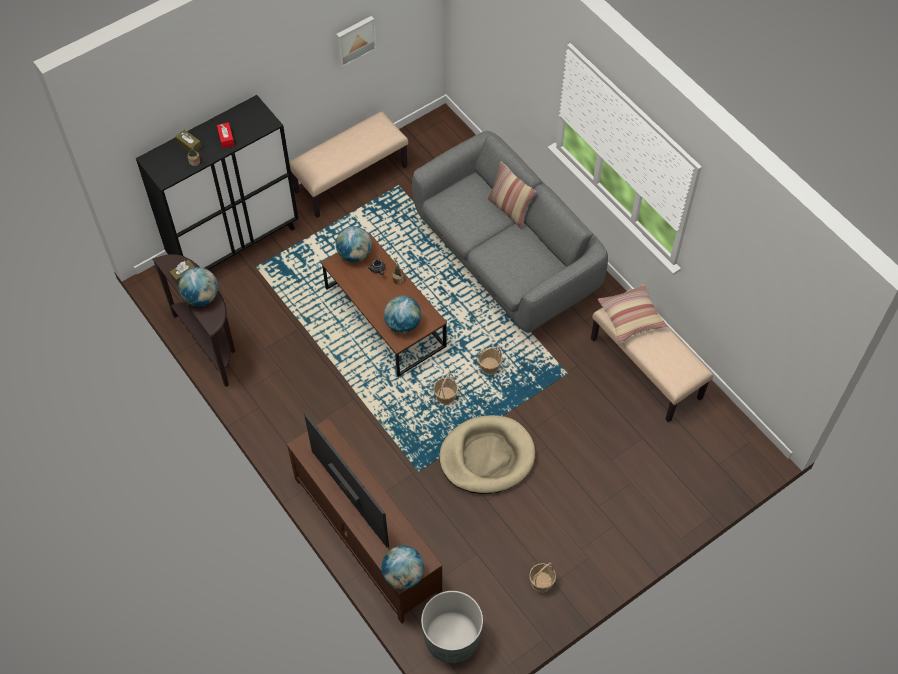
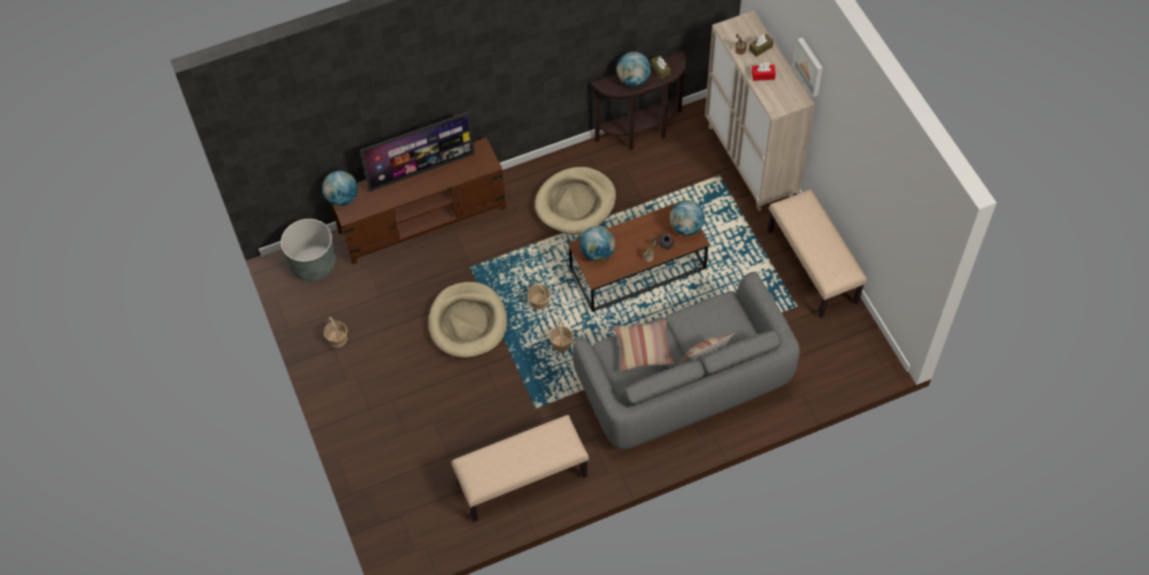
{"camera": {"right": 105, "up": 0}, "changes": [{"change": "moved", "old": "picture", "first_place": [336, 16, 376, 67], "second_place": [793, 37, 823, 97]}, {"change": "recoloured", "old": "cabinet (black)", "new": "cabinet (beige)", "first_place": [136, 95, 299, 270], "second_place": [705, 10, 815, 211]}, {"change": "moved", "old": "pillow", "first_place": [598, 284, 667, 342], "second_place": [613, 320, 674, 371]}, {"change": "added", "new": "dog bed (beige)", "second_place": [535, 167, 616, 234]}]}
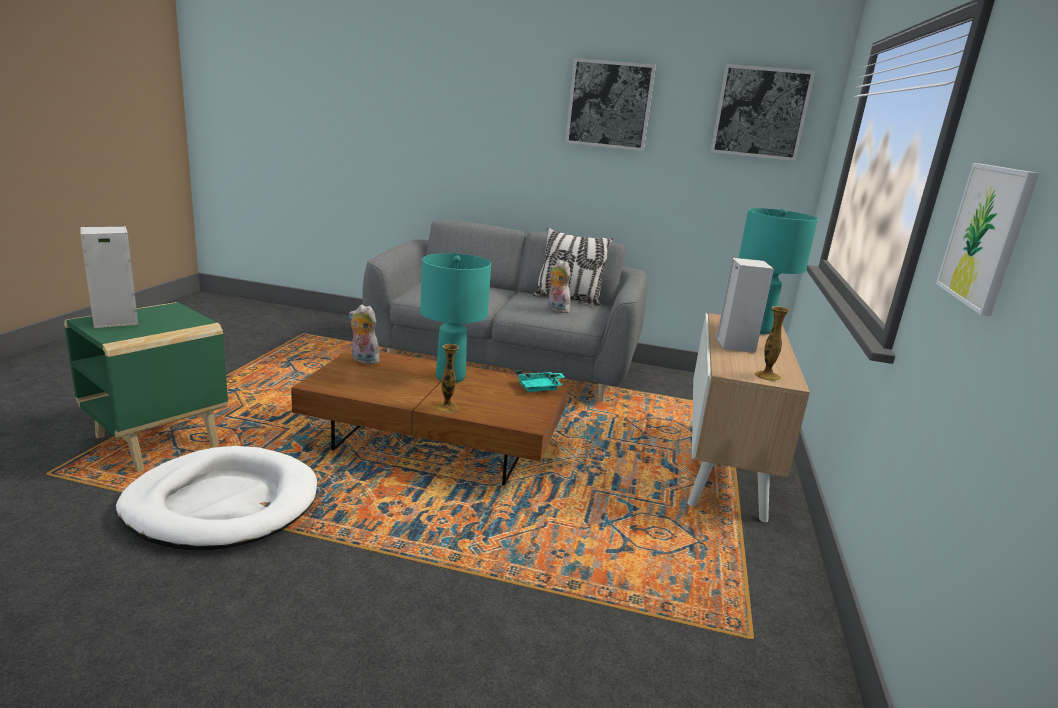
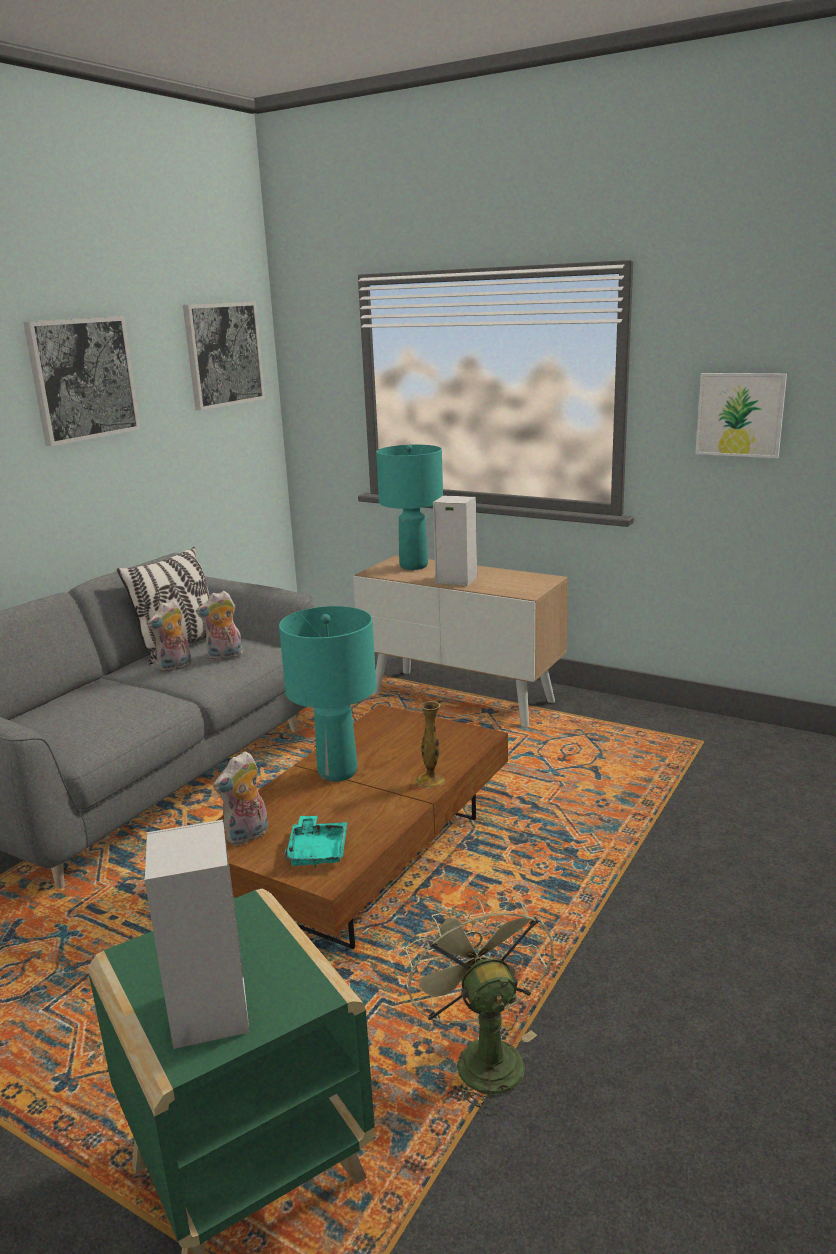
{"camera": {"right": -70, "up": 0}, "changes": [{"change": "removed", "old": "vase", "first_place": [755, 306, 789, 381]}, {"change": "moved", "old": "tray (turquoise)", "first_place": [516, 370, 564, 392], "second_place": [284, 815, 348, 867]}, {"change": "replaced", "old": "dog bed (white)", "new": "fan (green)", "first_place": [116, 446, 317, 550], "second_place": [405, 896, 554, 1116]}, {"change": "added", "new": "plush toy", "second_place": [147, 600, 191, 672]}]}
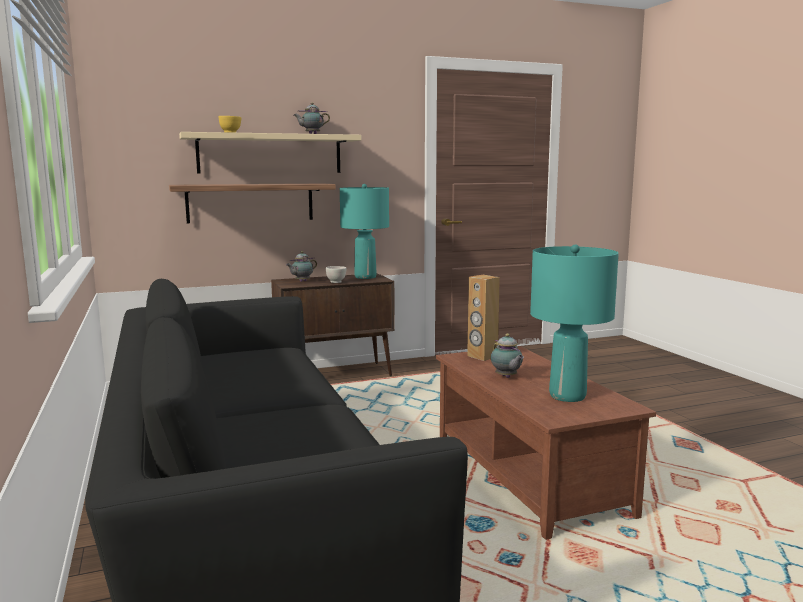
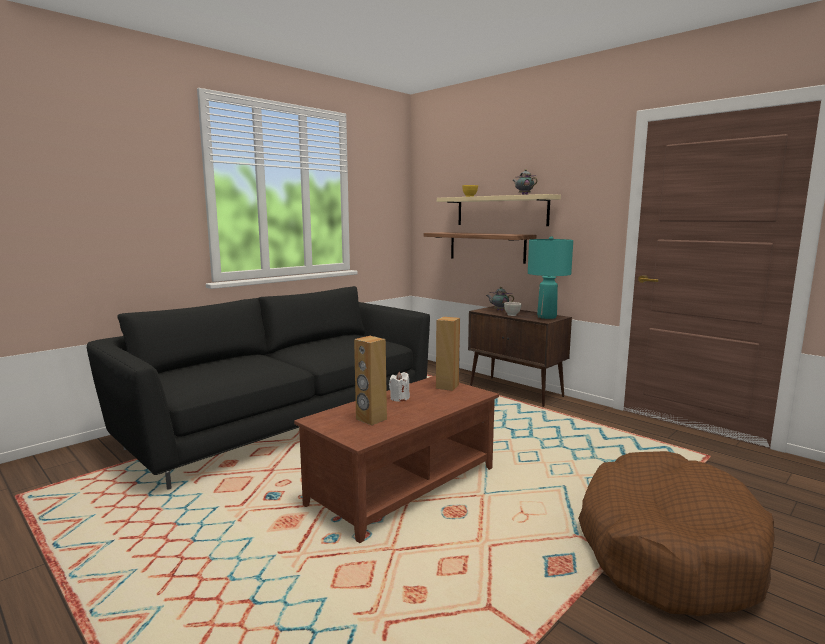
{"camera": {"right": 65, "up": 0}, "changes": [{"change": "replaced", "old": "table lamp (turquoise)", "new": "speaker (brown)", "first_place": [530, 245, 619, 402], "second_place": [354, 336, 387, 425]}, {"change": "replaced", "old": "teapot", "new": "candle (white)", "first_place": [491, 333, 524, 378], "second_place": [389, 372, 410, 402]}, {"change": "added", "new": "dog bed (brown)", "second_place": [578, 451, 775, 616]}]}
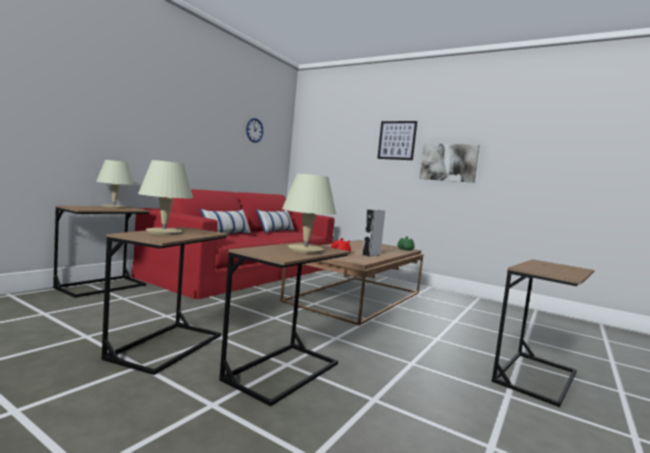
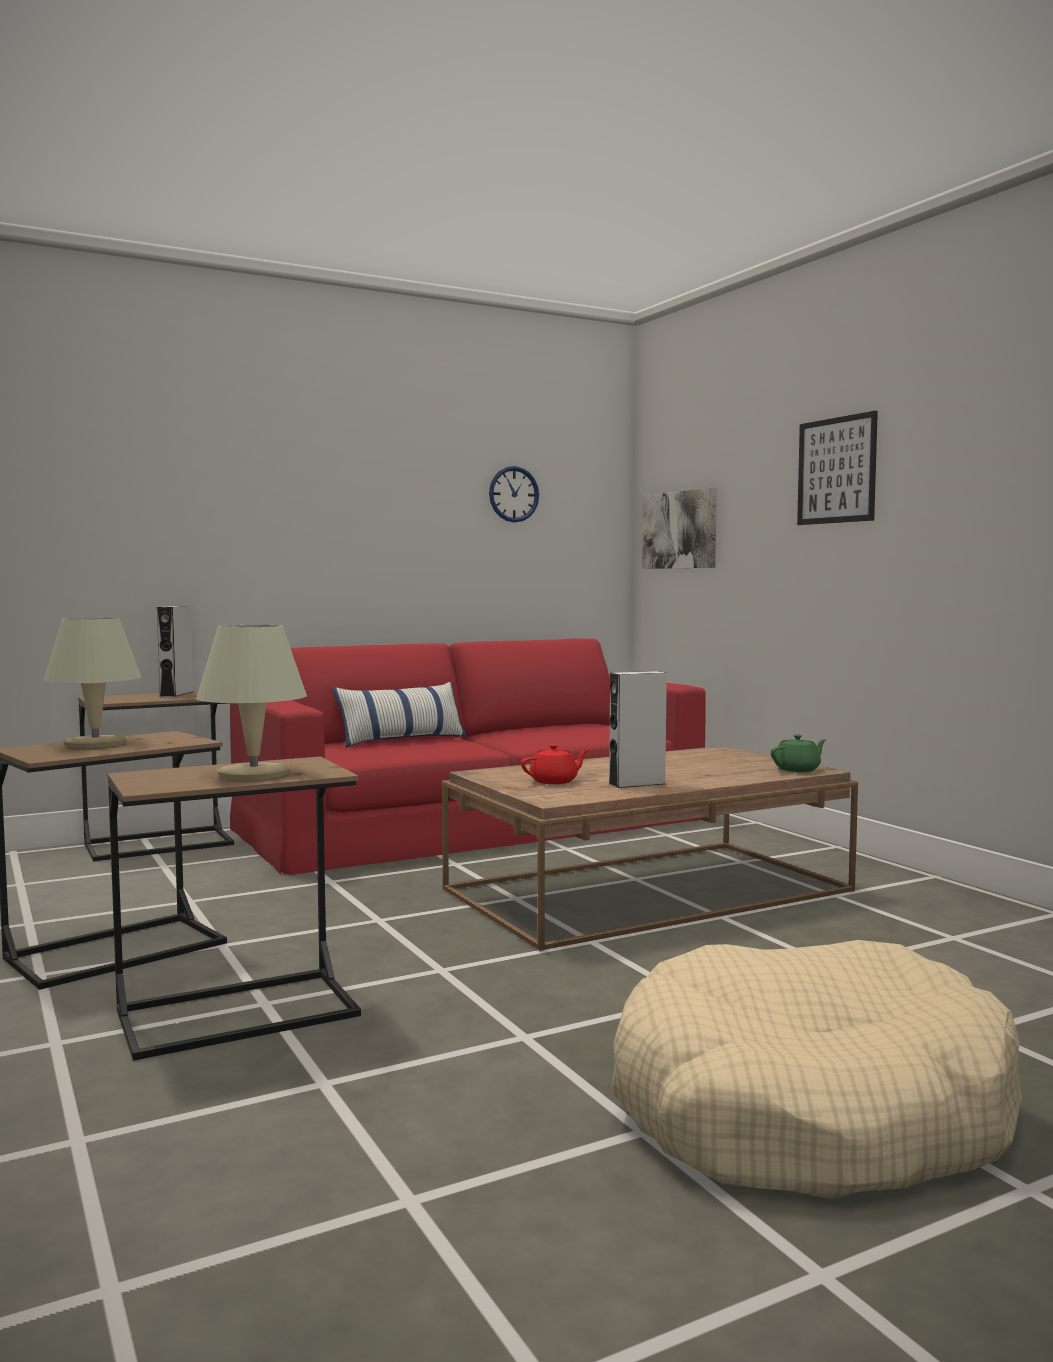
{"camera": {"right": 30, "up": 0}, "changes": [{"change": "moved", "old": "picture", "first_place": [419, 144, 480, 183], "second_place": [642, 488, 717, 569]}, {"change": "replaced", "old": "table lamp (beige)", "new": "speaker (grey)", "first_place": [96, 160, 134, 209], "second_place": [157, 606, 193, 697]}, {"change": "removed", "old": "pillow", "first_place": [256, 209, 295, 234]}, {"change": "replaced", "old": "side table (brown)", "new": "dog bed (beige)", "first_place": [492, 259, 594, 407], "second_place": [611, 940, 1022, 1199]}]}
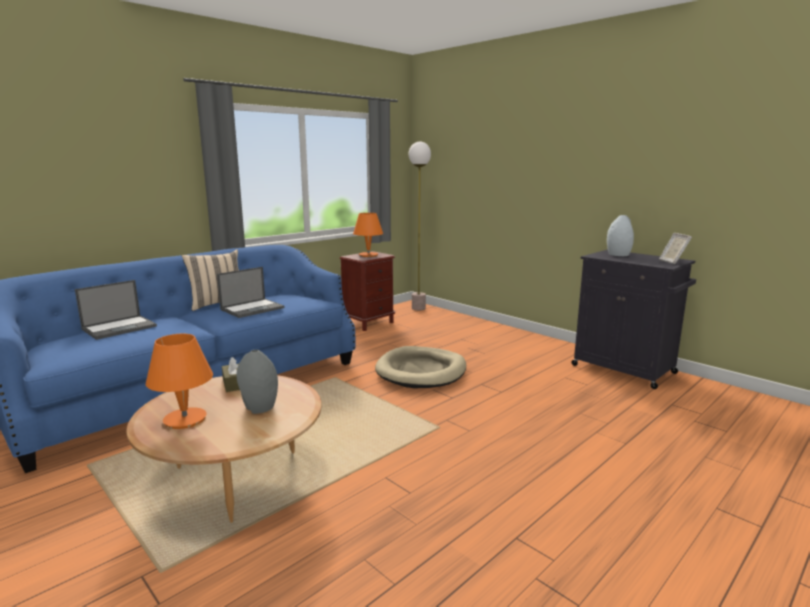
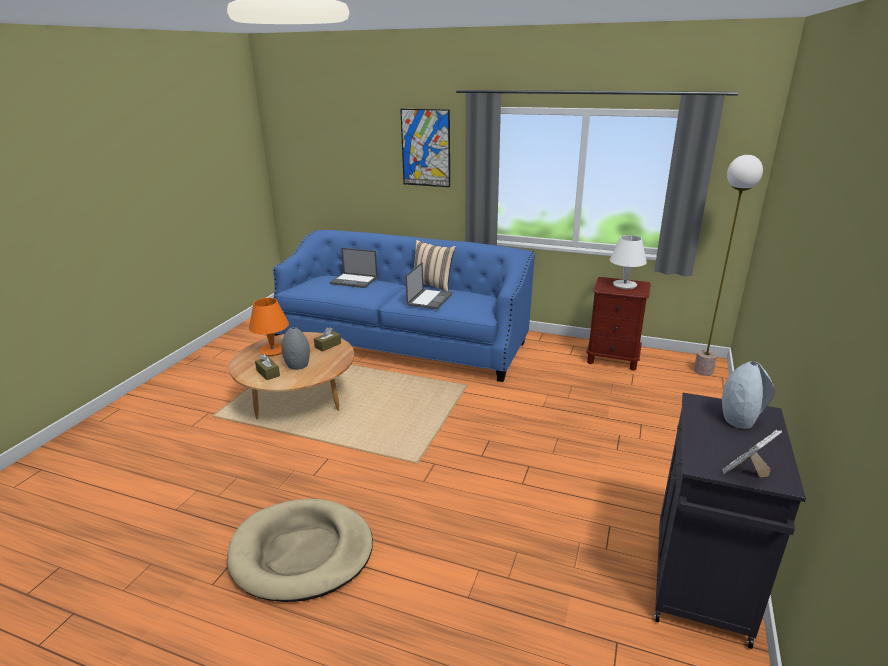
{"camera": {"right": 65, "up": 10}, "changes": [{"change": "recoloured", "old": "table lamp (orange)", "new": "table lamp (white)", "first_place": [353, 213, 383, 257], "second_place": [610, 235, 647, 289]}, {"change": "turned", "old": "laptop", "first_place": [217, 267, 285, 318], "second_place": [405, 262, 452, 310], "degrees": -90}, {"change": "moved", "old": "dog bed (beige)", "first_place": [375, 346, 466, 388], "second_place": [227, 499, 373, 602]}, {"change": "added", "new": "picture", "second_place": [400, 109, 450, 187]}, {"change": "added", "new": "tissue box (brown)", "second_place": [255, 354, 280, 380]}]}
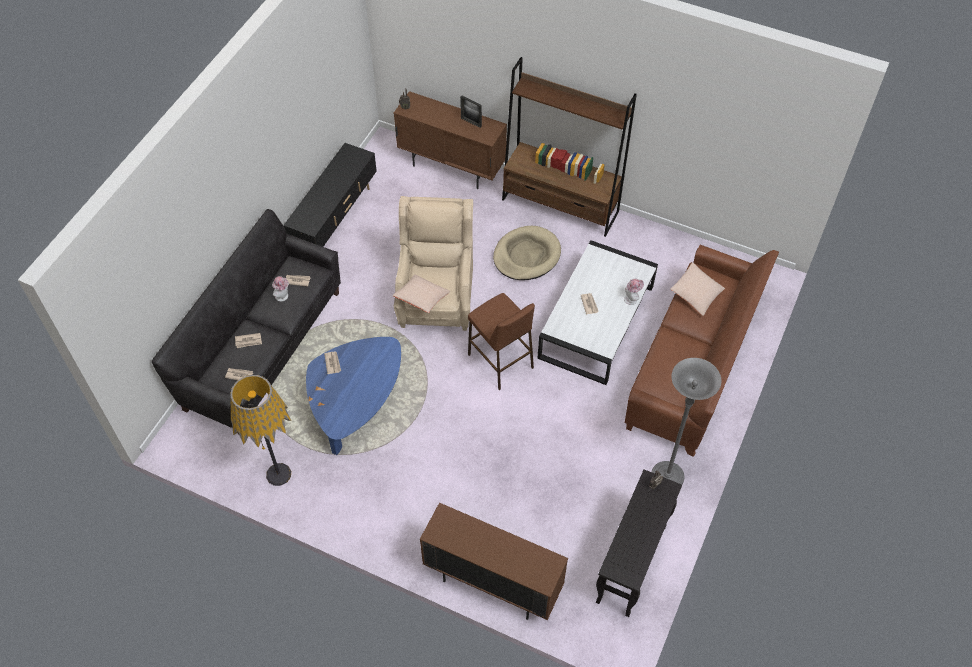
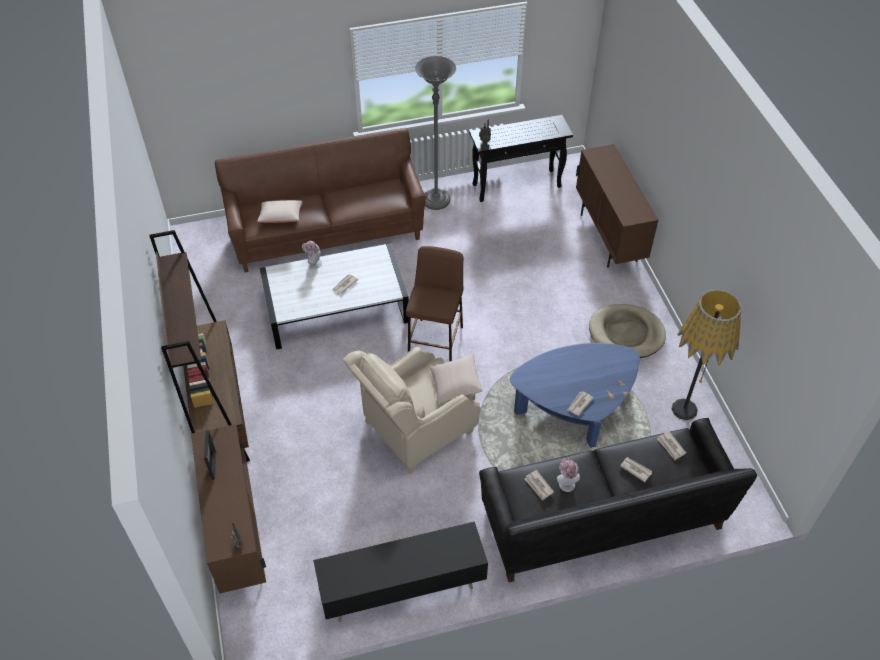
{"camera": {"right": -130, "up": -5}, "changes": [{"change": "moved", "old": "dog bed (beige)", "first_place": [493, 226, 561, 280], "second_place": [589, 304, 666, 358]}]}
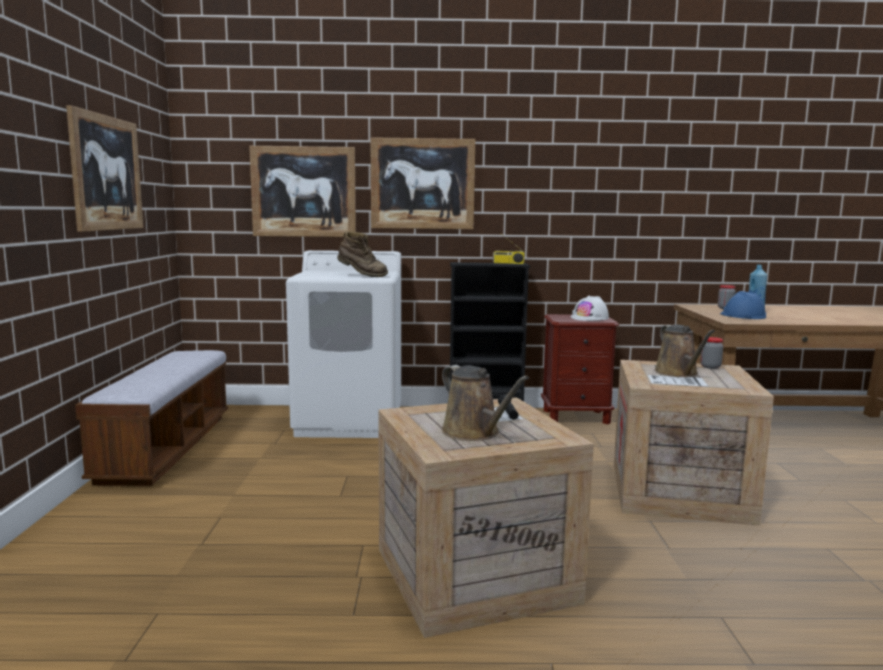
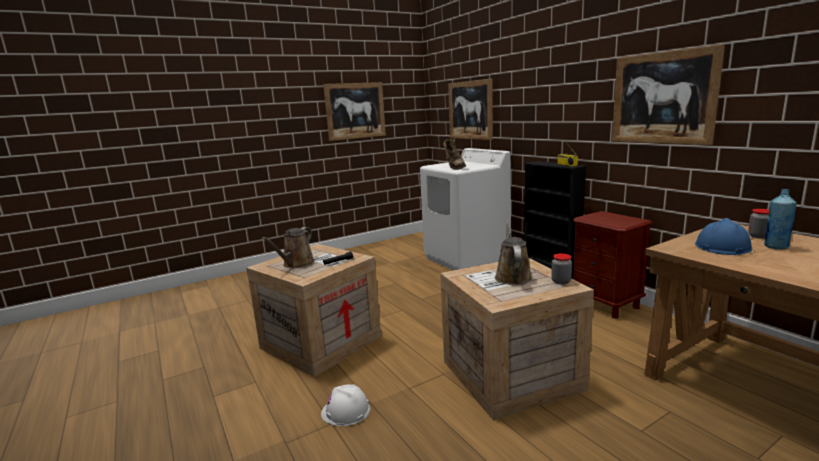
{"camera": {"right": 60, "up": 5}, "changes": [{"change": "moved", "old": "picture", "first_place": [370, 137, 475, 229], "second_place": [612, 44, 725, 145]}, {"change": "moved", "old": "hard hat (white)", "first_place": [570, 296, 609, 321], "second_place": [321, 384, 370, 426]}, {"change": "turned", "old": "watering can (brown)", "first_place": [655, 325, 715, 377], "second_place": [495, 220, 532, 285], "degrees": 135}, {"change": "removed", "old": "bench", "first_place": [75, 350, 228, 486]}]}
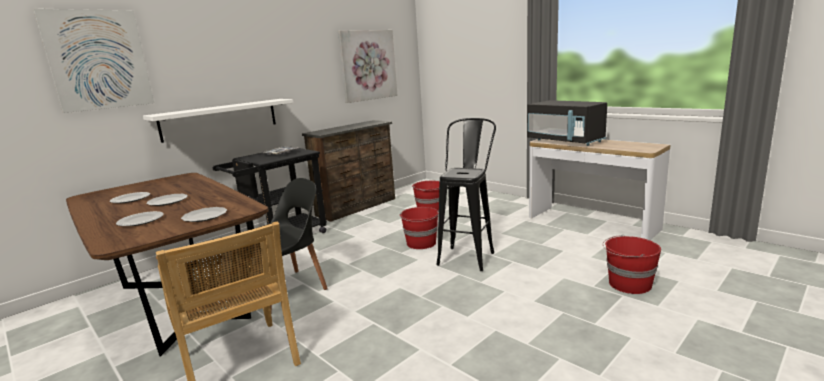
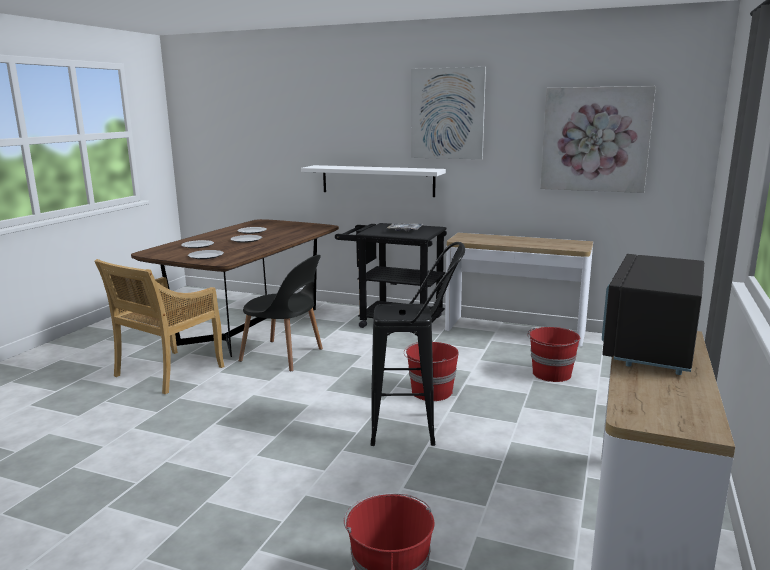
{"camera": {"right": 65, "up": 0}, "changes": [{"change": "moved", "old": "picture", "first_place": [33, 9, 154, 113], "second_place": [411, 67, 486, 159]}, {"change": "replaced", "old": "dresser (brown)", "new": "console table", "first_place": [302, 120, 395, 222], "second_place": [445, 233, 593, 347]}]}
